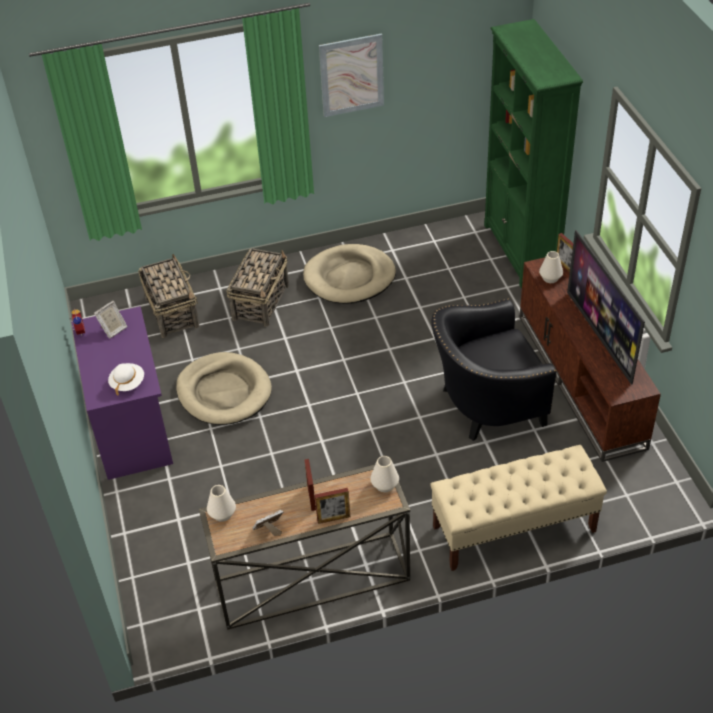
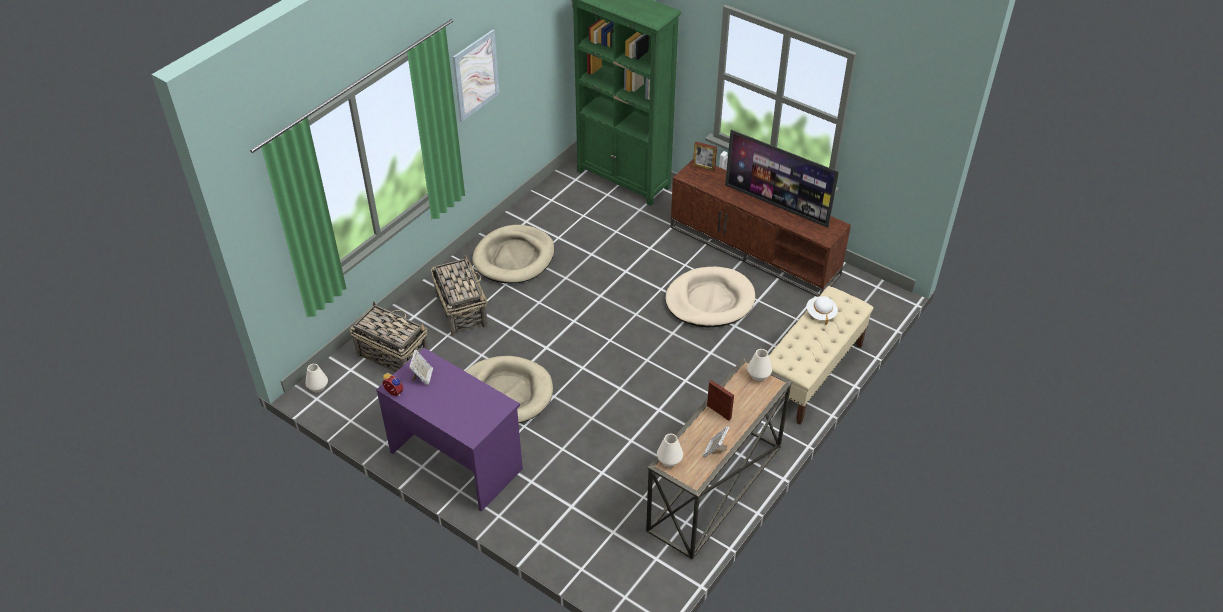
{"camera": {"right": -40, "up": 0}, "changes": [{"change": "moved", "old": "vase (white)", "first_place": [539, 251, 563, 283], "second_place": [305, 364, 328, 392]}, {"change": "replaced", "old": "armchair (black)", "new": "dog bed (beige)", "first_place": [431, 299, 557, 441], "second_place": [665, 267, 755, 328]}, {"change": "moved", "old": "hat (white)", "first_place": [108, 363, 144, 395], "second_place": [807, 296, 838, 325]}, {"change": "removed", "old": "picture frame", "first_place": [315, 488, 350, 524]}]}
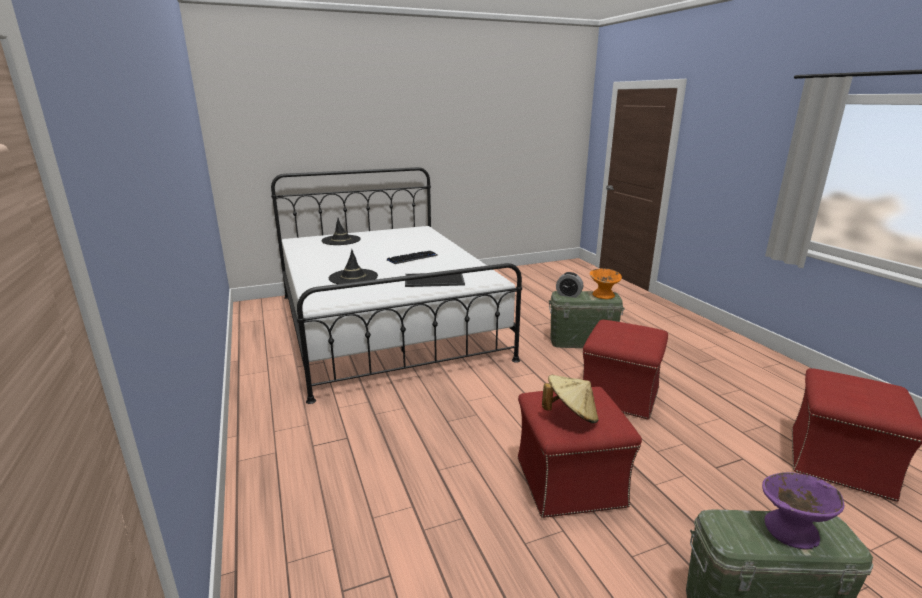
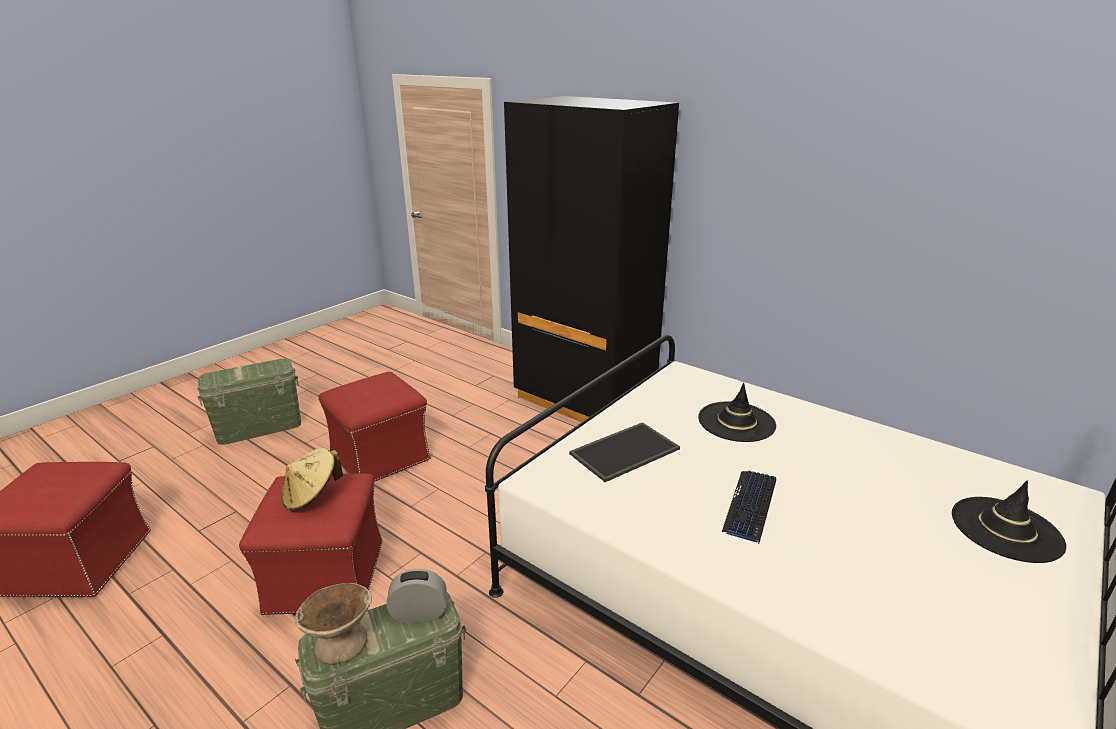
{"camera": {"right": 150, "up": 5}, "changes": [{"change": "recoloured", "old": "bowl (orange)", "new": "bowl (beige)", "first_place": [590, 268, 622, 299], "second_place": [295, 583, 372, 665]}, {"change": "moved", "old": "hat (beige)", "first_place": [542, 375, 598, 423], "second_place": [282, 448, 343, 512]}, {"change": "removed", "old": "bowl (purple)", "first_place": [762, 472, 844, 550]}, {"change": "added", "new": "wardrobe (black)", "second_place": [504, 96, 679, 422]}]}
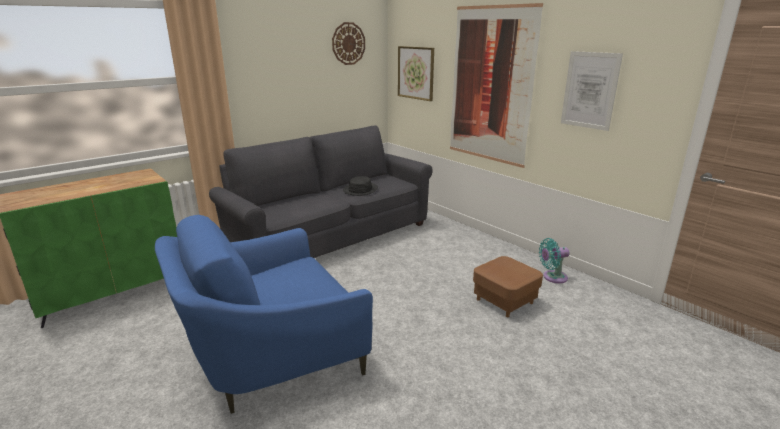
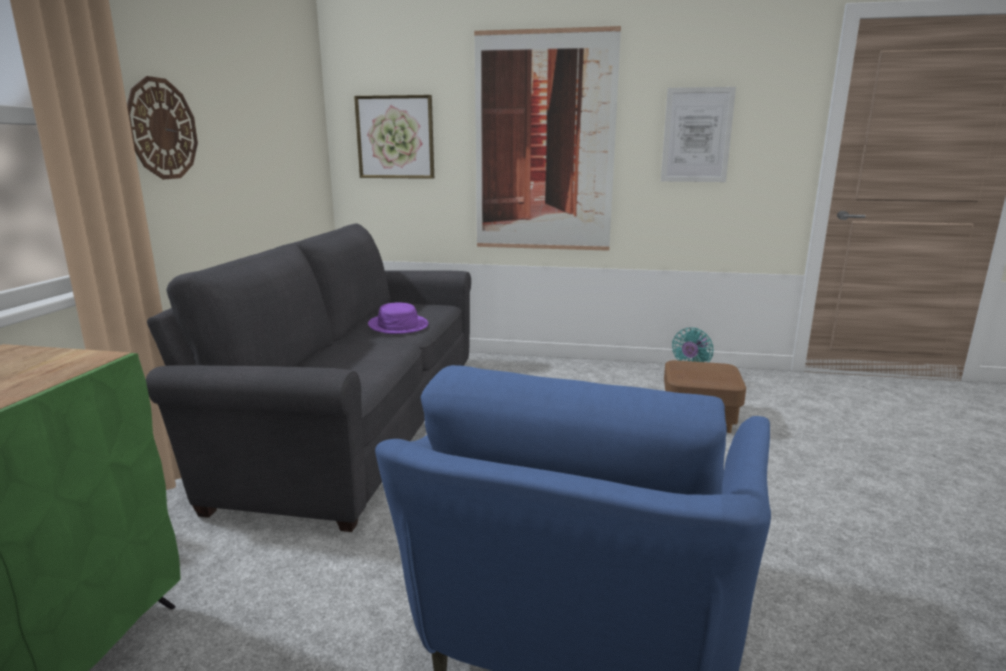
{"camera": {"right": -40, "up": -5}, "changes": [{"change": "moved", "old": "wall clock", "first_place": [332, 22, 365, 65], "second_place": [127, 76, 198, 179]}, {"change": "recoloured", "old": "hat (black)", "new": "hat (purple)", "first_place": [343, 176, 378, 196], "second_place": [368, 302, 428, 334]}]}
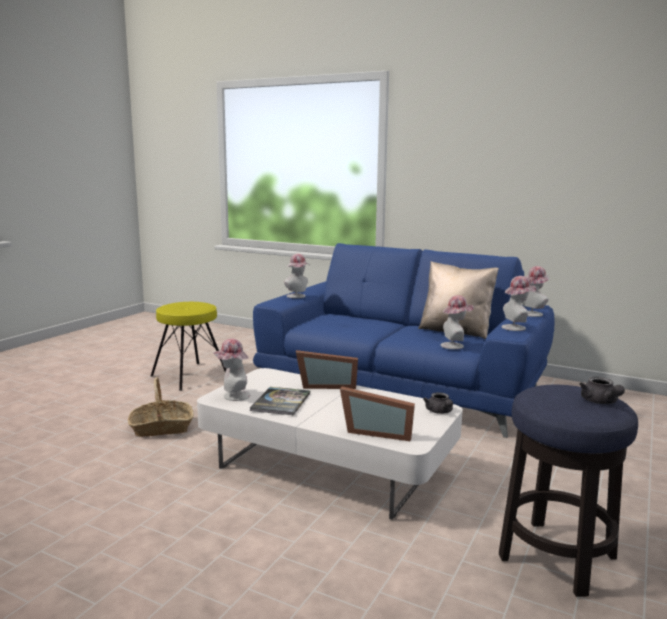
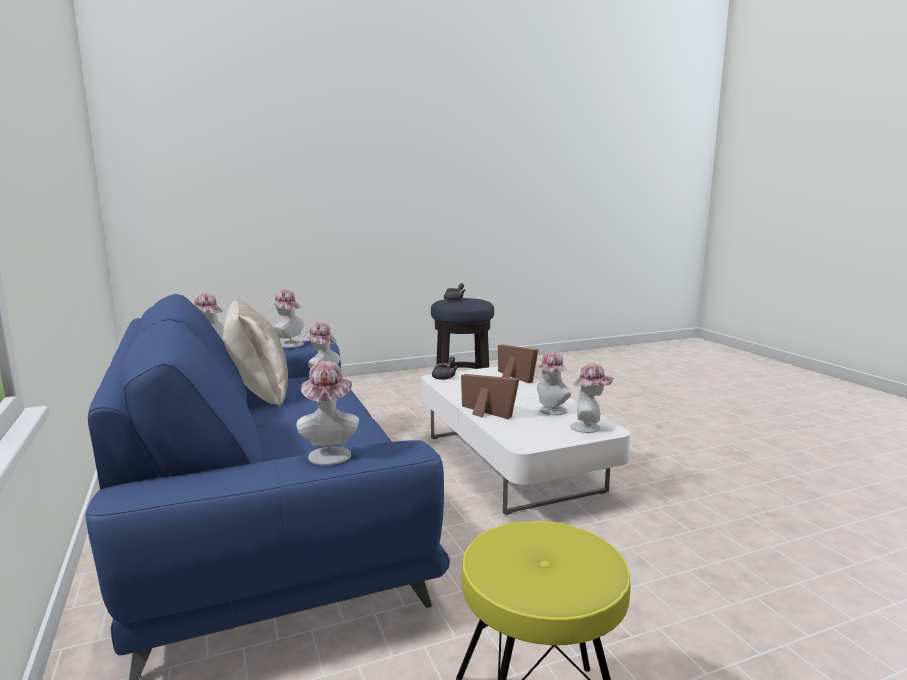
{"camera": {"right": -140, "up": 0}, "changes": [{"change": "removed", "old": "basket", "first_place": [128, 377, 194, 437]}, {"change": "replaced", "old": "book", "new": "hat", "first_place": [250, 387, 310, 415], "second_place": [535, 351, 571, 415]}]}
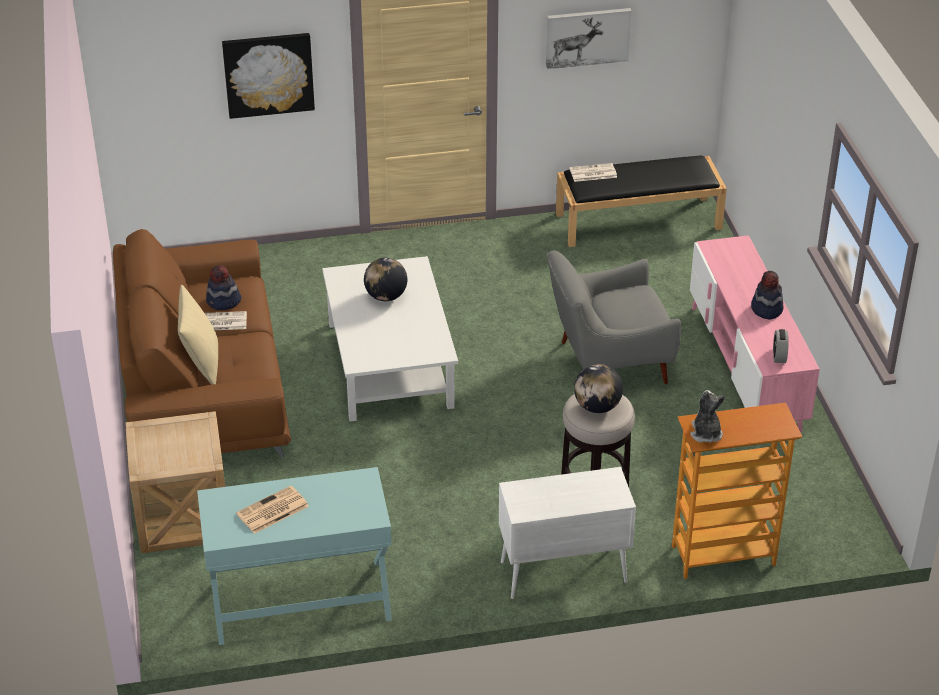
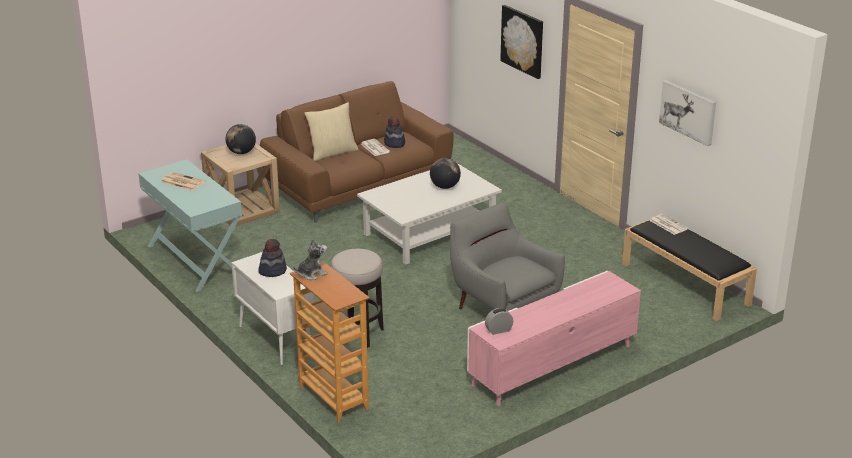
{"camera": {"right": 65, "up": -10}, "changes": [{"change": "moved", "old": "hat", "first_place": [751, 271, 784, 319], "second_place": [259, 239, 287, 277]}, {"change": "moved", "old": "globe", "first_place": [574, 364, 623, 413], "second_place": [225, 124, 256, 154]}]}
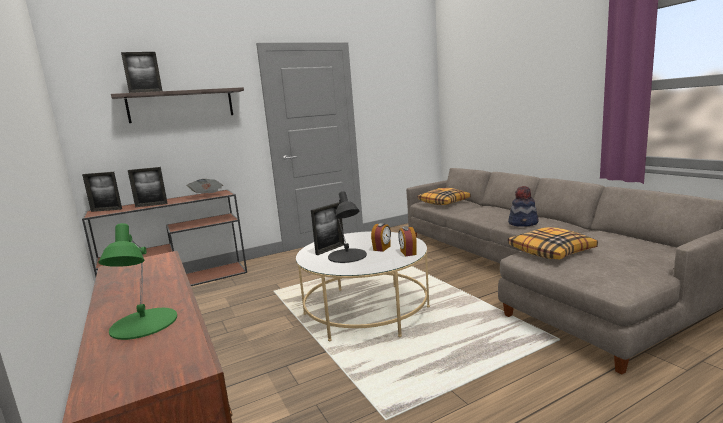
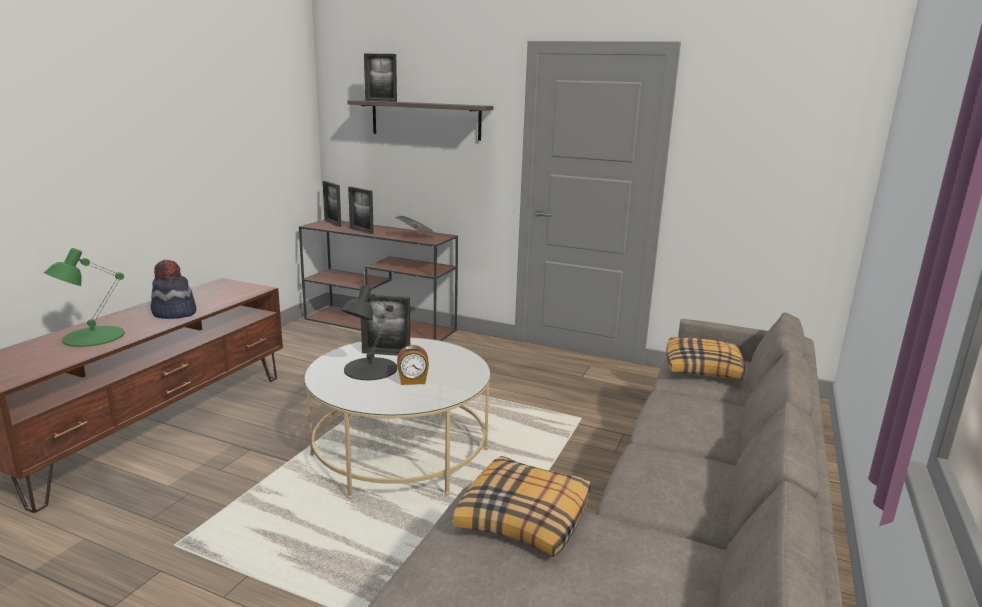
{"camera": {"right": 50, "up": 5}, "changes": [{"change": "moved", "old": "hat", "first_place": [508, 186, 538, 227], "second_place": [151, 260, 197, 319]}, {"change": "removed", "old": "alarm clock", "first_place": [398, 226, 417, 256]}]}
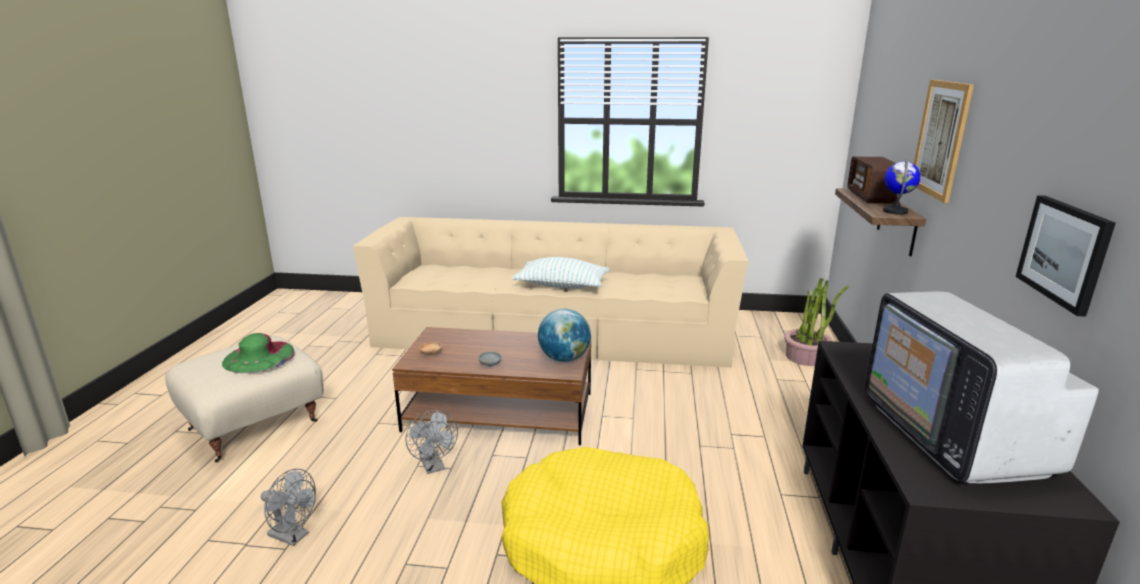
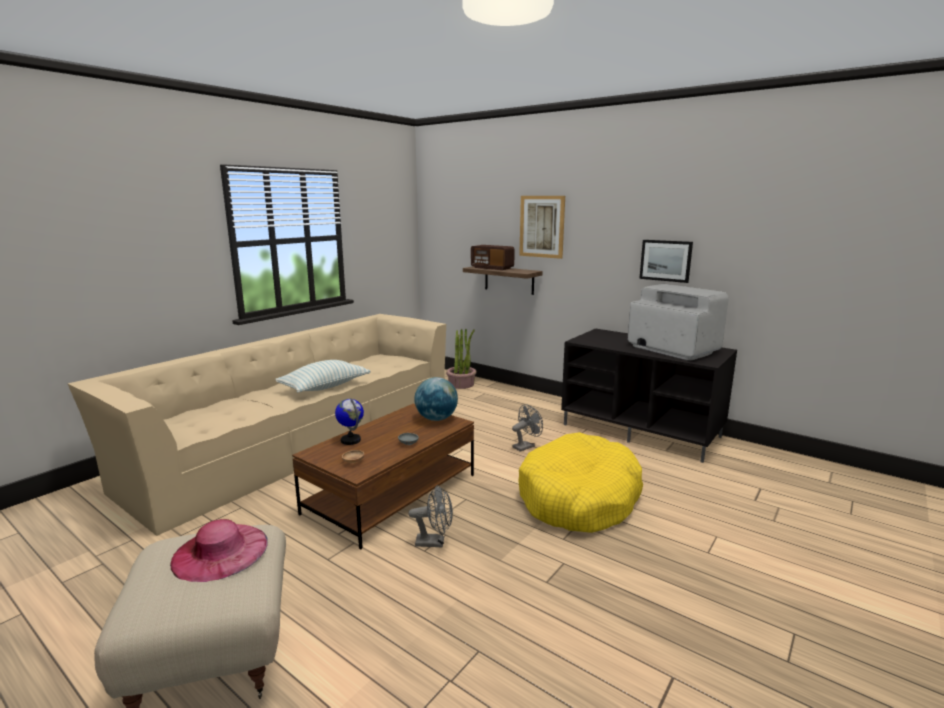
{"camera": {"right": -60, "up": -5}, "changes": [{"change": "moved", "old": "globe", "first_place": [883, 159, 921, 215], "second_place": [335, 399, 364, 445]}, {"change": "turned", "old": "television", "first_place": [865, 291, 1099, 483], "second_place": [628, 284, 729, 360], "degrees": -150}, {"change": "recoloured", "old": "hat (green)", "new": "hat (pink)", "first_place": [222, 333, 295, 373], "second_place": [170, 519, 268, 582]}, {"change": "moved", "old": "fan (grey)", "first_place": [261, 469, 316, 546], "second_place": [512, 404, 543, 452]}]}
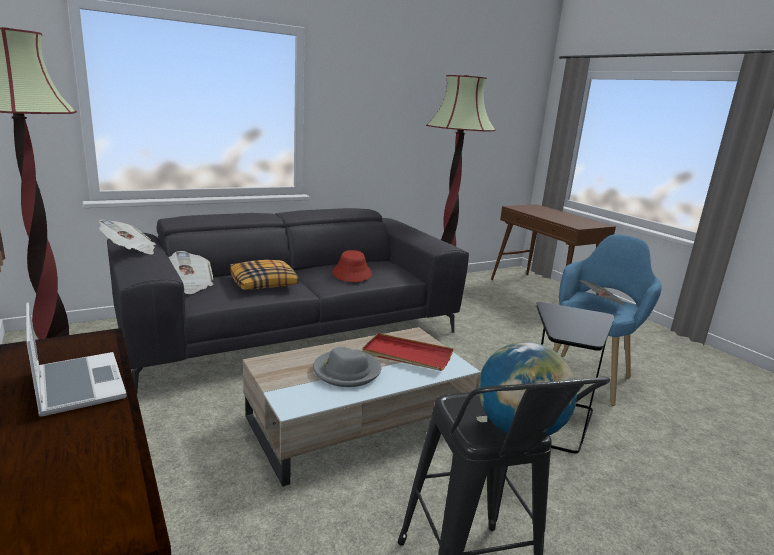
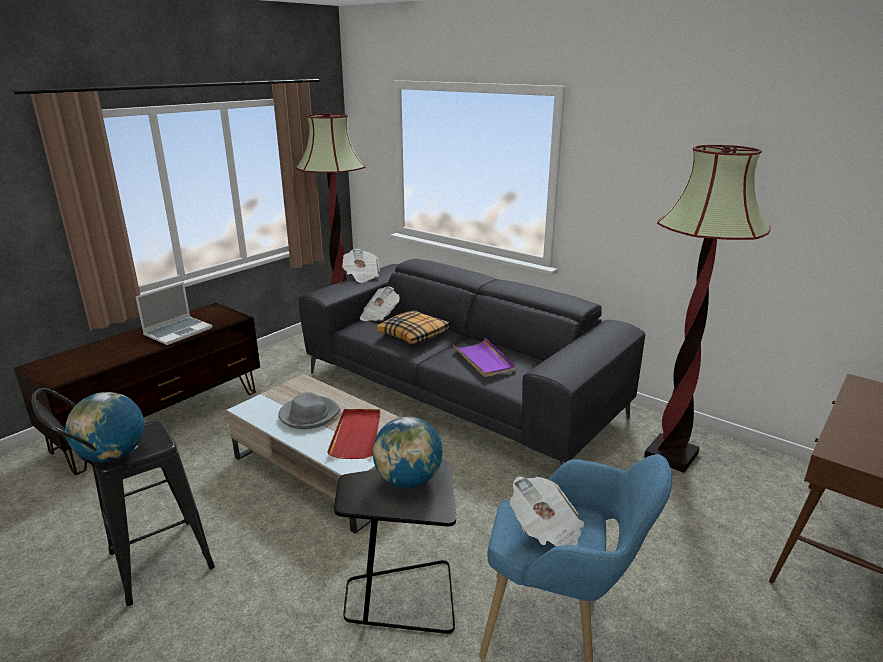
{"camera": {"right": 70, "up": 5}, "changes": [{"change": "replaced", "old": "hat (red)", "new": "tray (purple)", "first_place": [332, 250, 372, 282], "second_place": [452, 338, 516, 377]}, {"change": "added", "new": "globe", "second_place": [373, 416, 443, 488]}]}
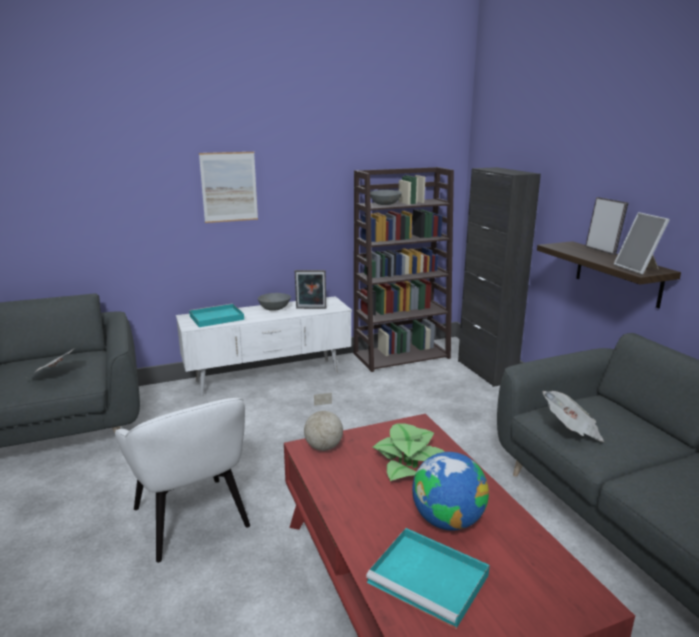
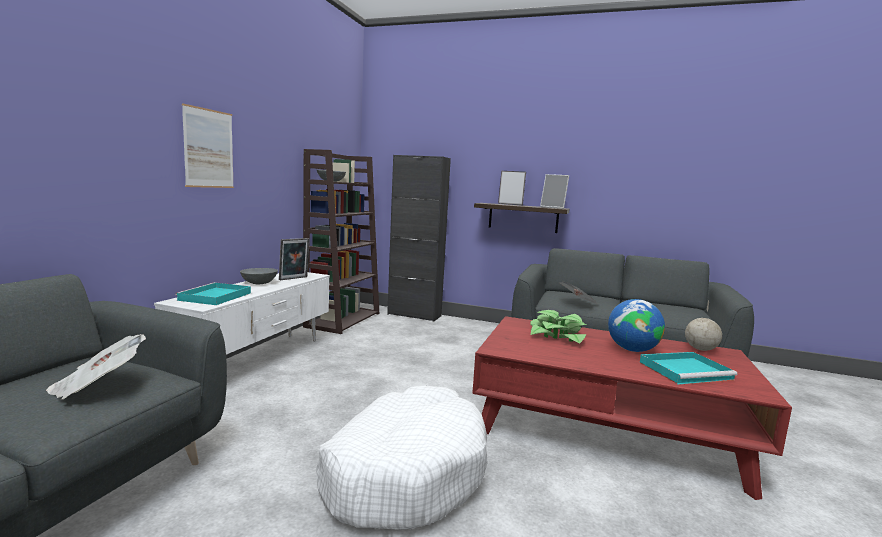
{"camera": {"right": -50, "up": -10}, "changes": [{"change": "moved", "old": "globe", "first_place": [304, 393, 343, 451], "second_place": [685, 300, 722, 351]}, {"change": "replaced", "old": "armchair (white)", "new": "dog bed (white)", "first_place": [115, 398, 250, 563], "second_place": [316, 386, 487, 530]}]}
